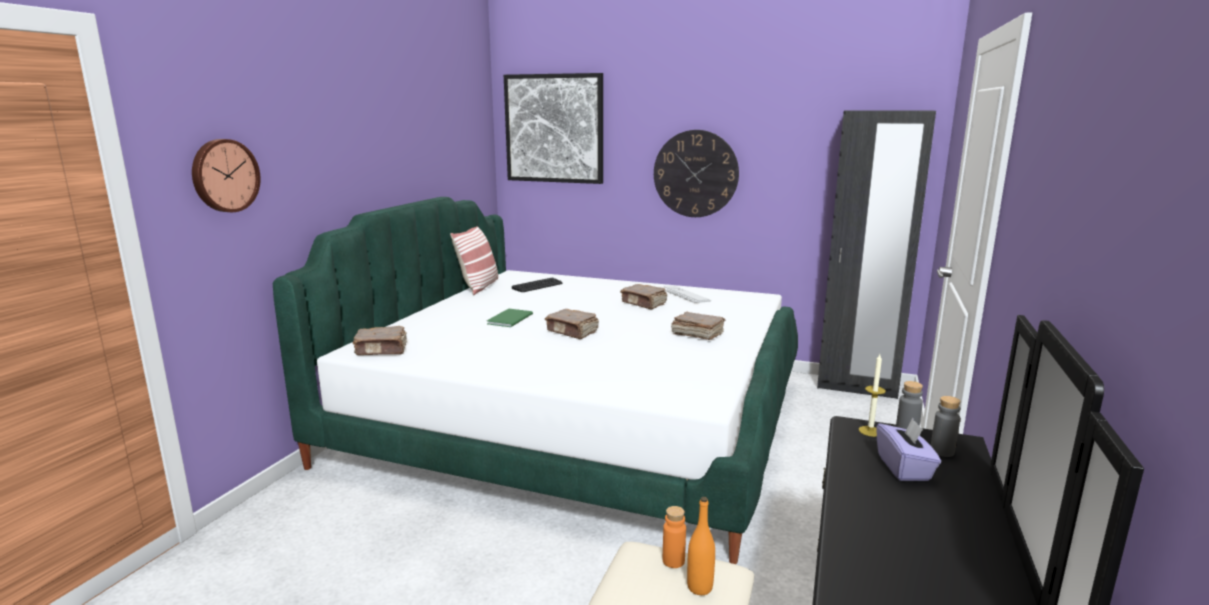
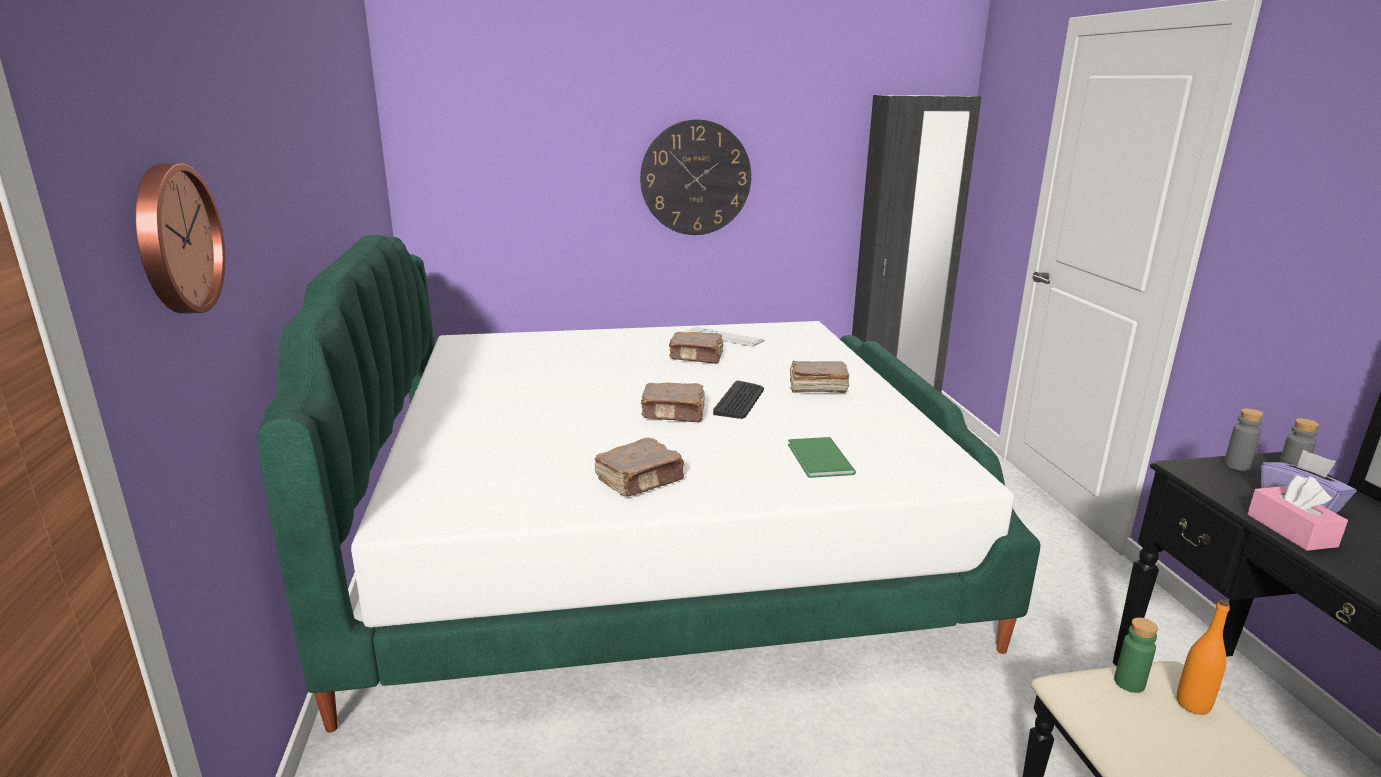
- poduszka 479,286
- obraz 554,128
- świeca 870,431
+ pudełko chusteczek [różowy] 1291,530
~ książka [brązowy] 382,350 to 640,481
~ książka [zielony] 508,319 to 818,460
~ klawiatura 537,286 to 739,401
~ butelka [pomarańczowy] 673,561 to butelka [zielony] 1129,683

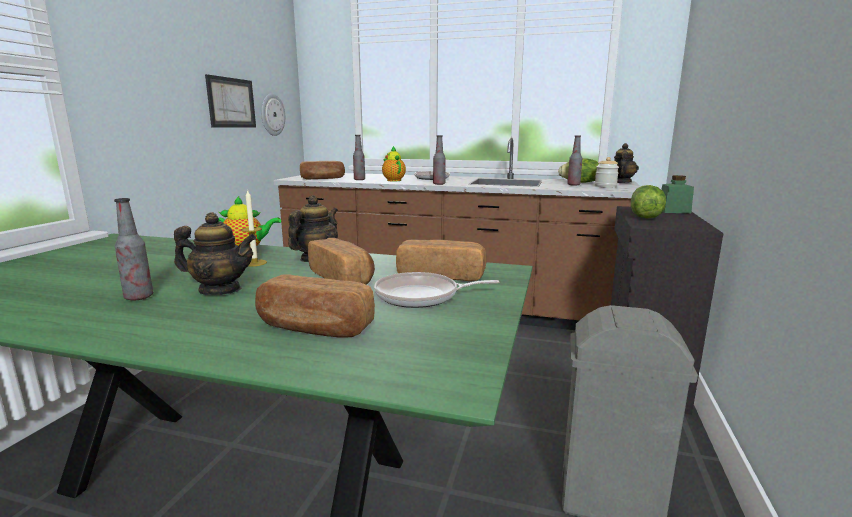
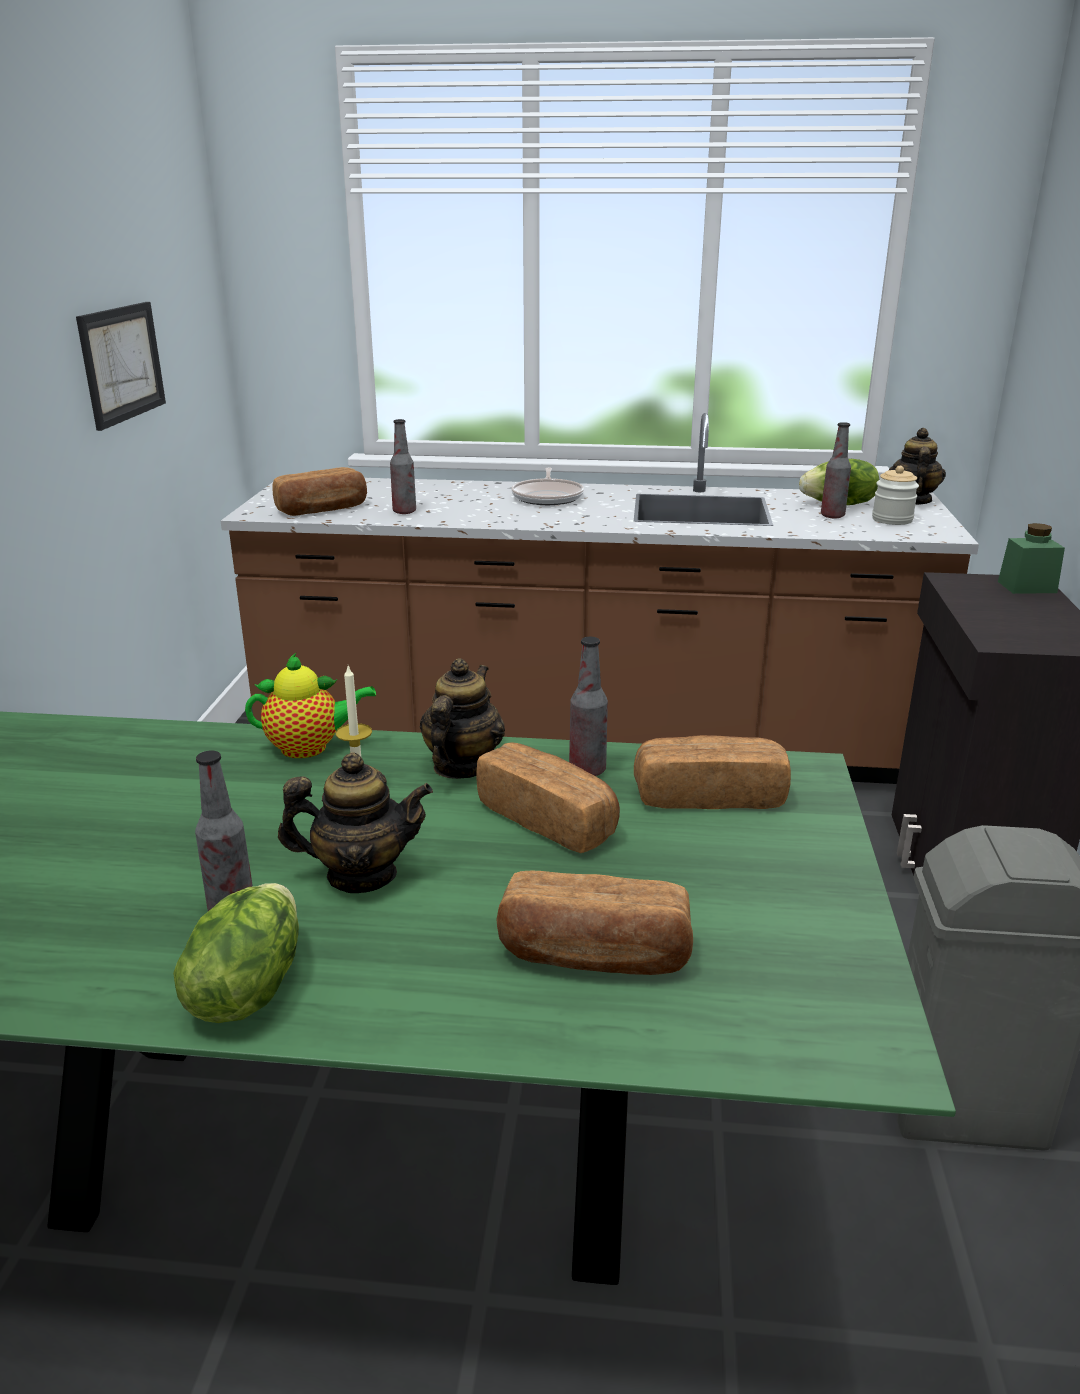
- zegar ścienny 272,114
- patelnia 421,296
- imbryk 393,180
~ butelka 439,184 to 587,770
~ sałata 644,217 to 247,988

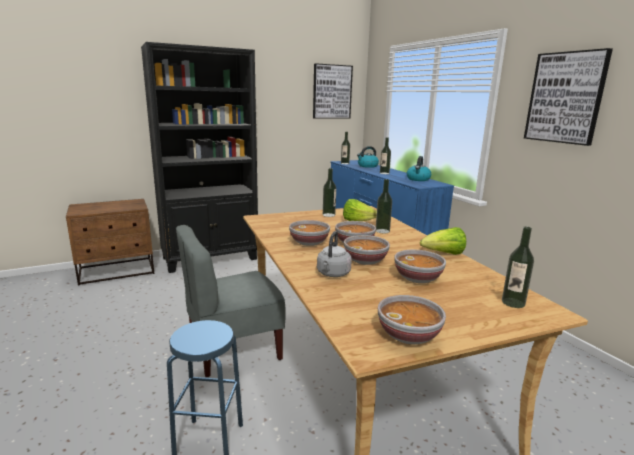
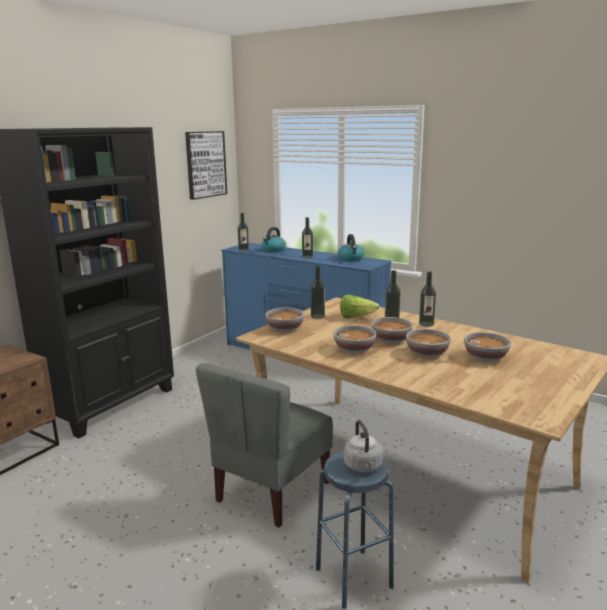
- sałata 443,254
- obraz 565,98
~ czajnik [szary] 333,274 to 363,467
~ miska 409,335 to 285,329
~ butelka 513,303 to 426,324

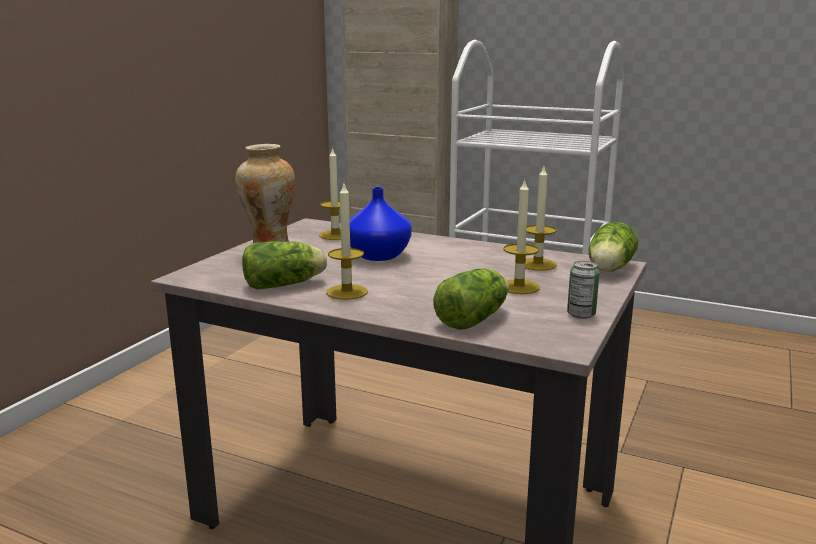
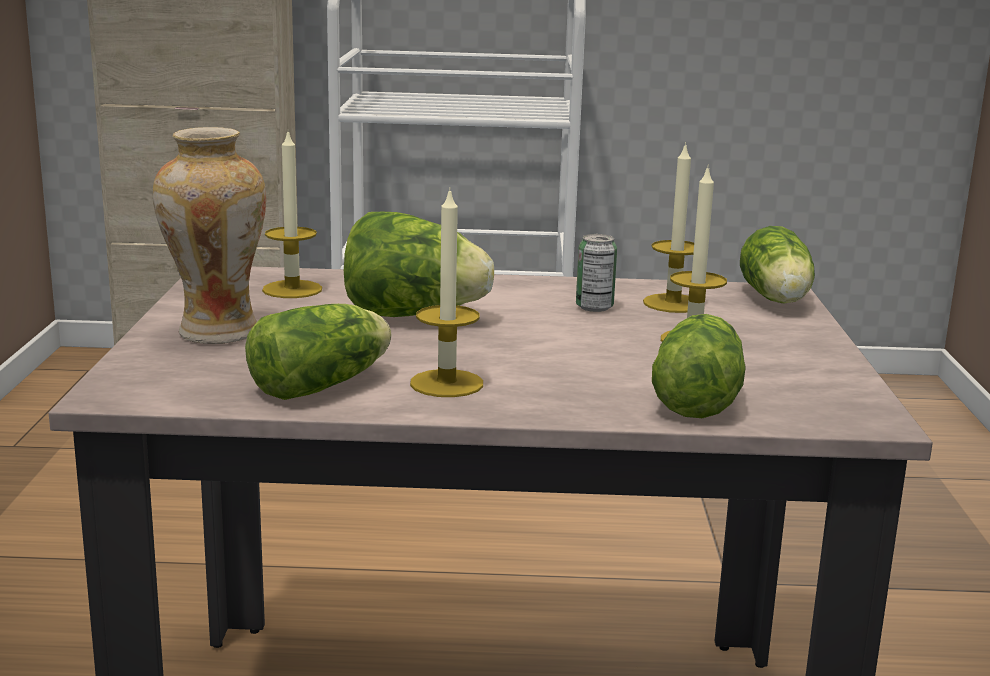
~ puszka 581,314 to 594,307
~ wazon [niebieski] 378,255 to sałata 413,316

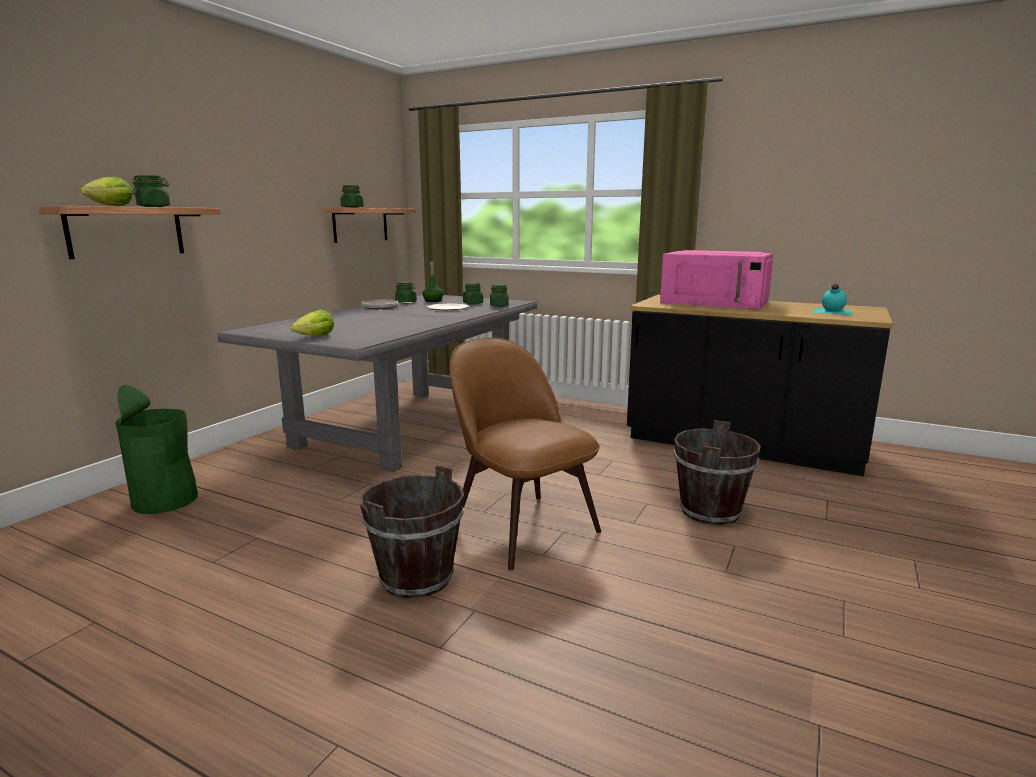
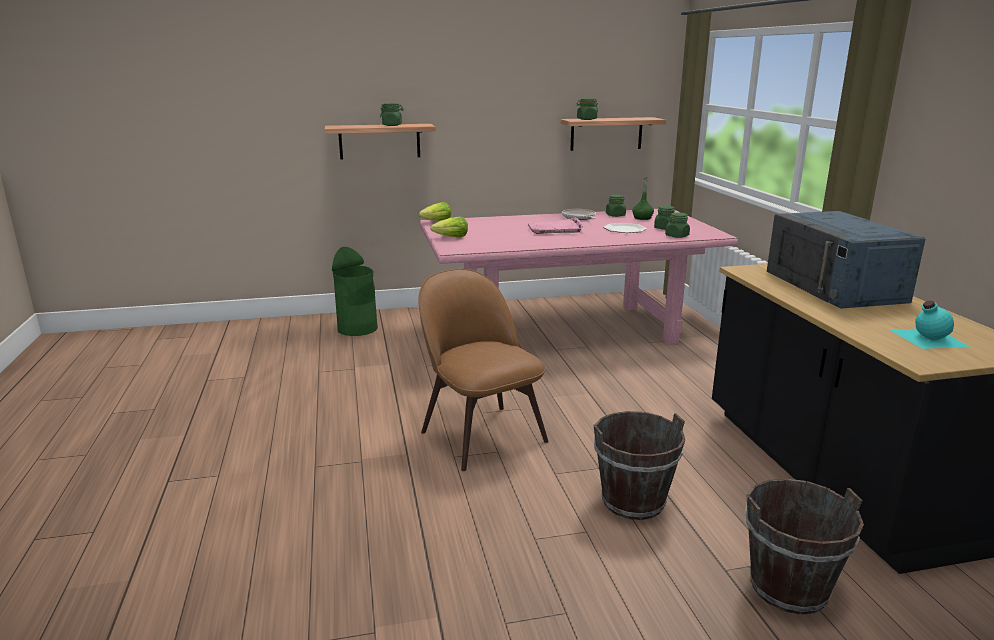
+ taca [różowy] 555,229
~ sałata 111,206 to 437,221
~ wiadro [brązowy] 416,578 to 788,588
~ stół jadalny [szary] 408,425 to stół jadalny [różowy] 566,331
~ mikrofalówka [różowy] 715,302 to mikrofalówka [niebieski] 835,286
~ krzesło [brązowy] 521,526 = 481,434 45 degrees counterclockwise

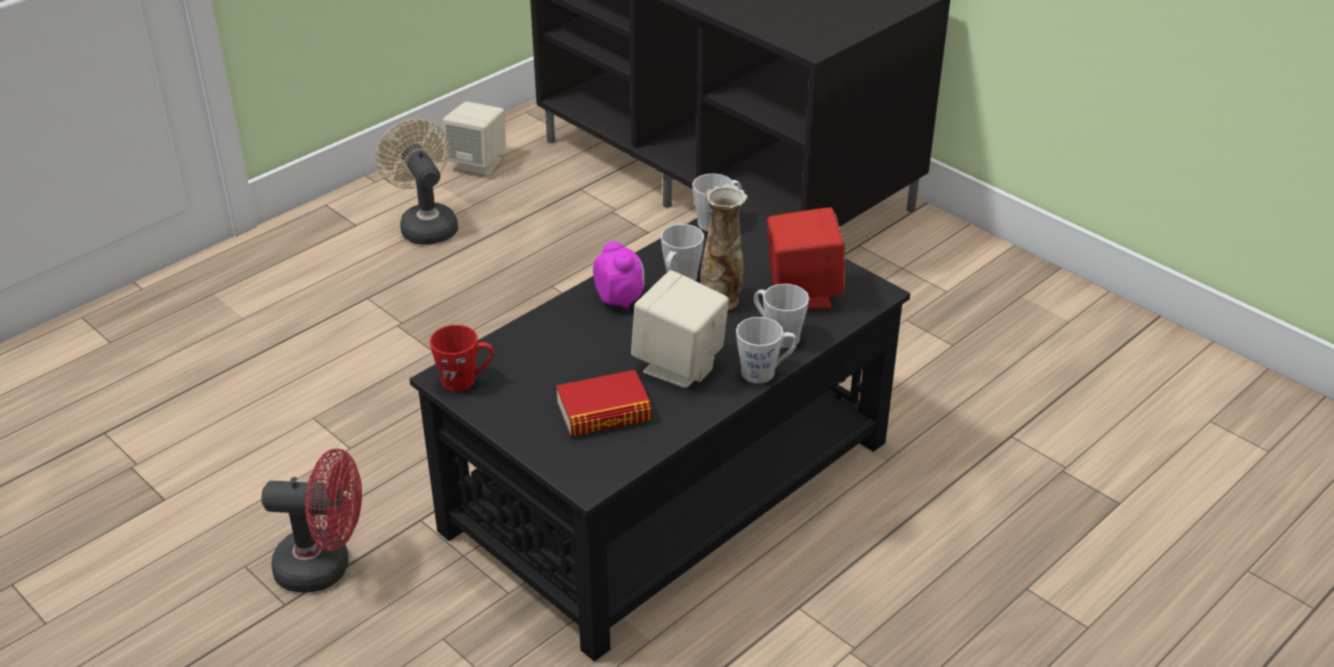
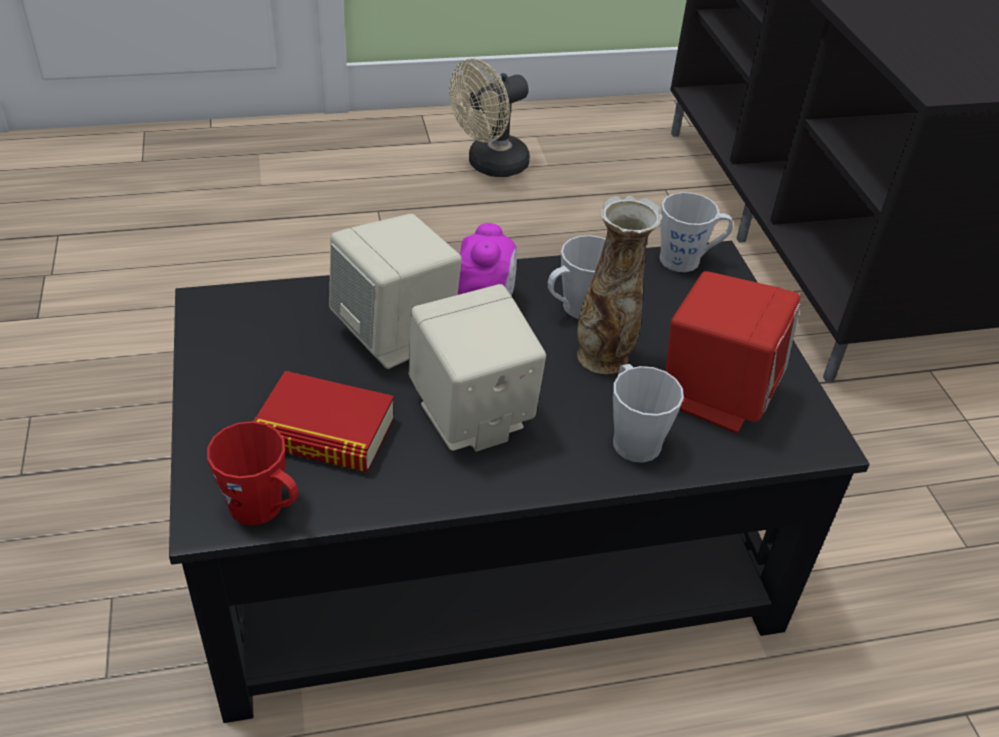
- wentylator [czerwony] 325,567
- kubek [szary] 764,372
~ kubek [czerwony] 465,380 to 264,509
~ głośnik [beżowy] 478,163 to 396,335
~ wentylator [beżowy] 425,224 = 490,166 135 degrees counterclockwise

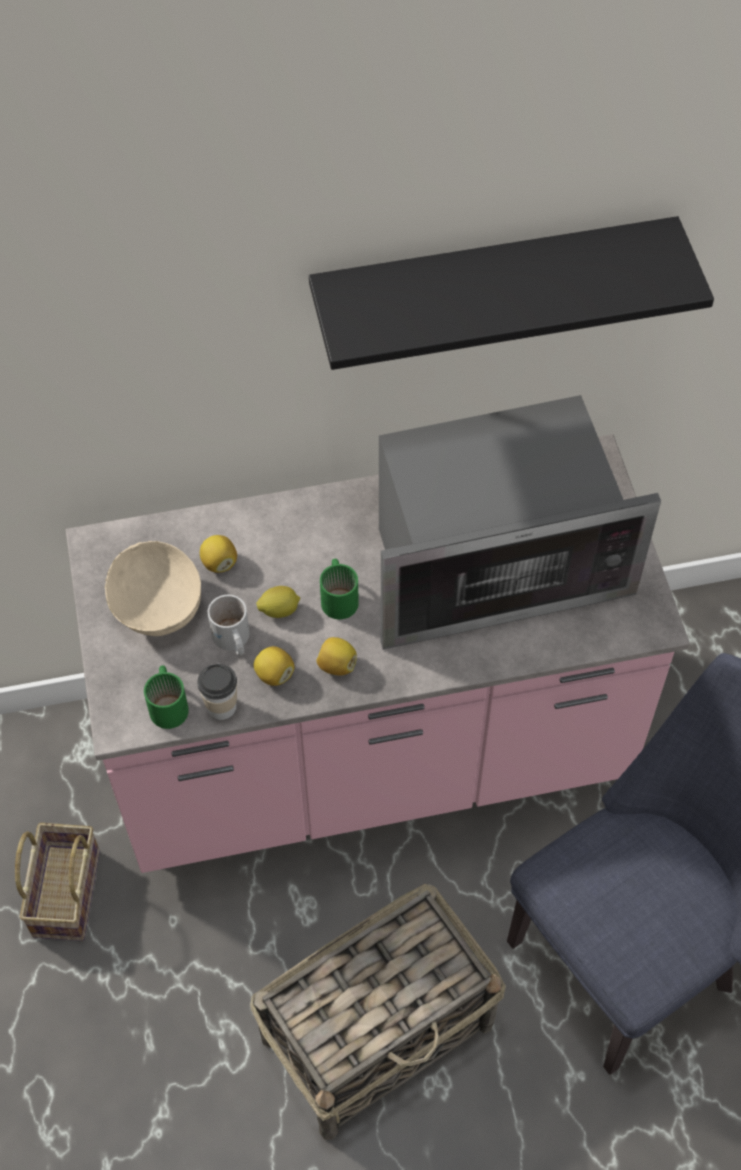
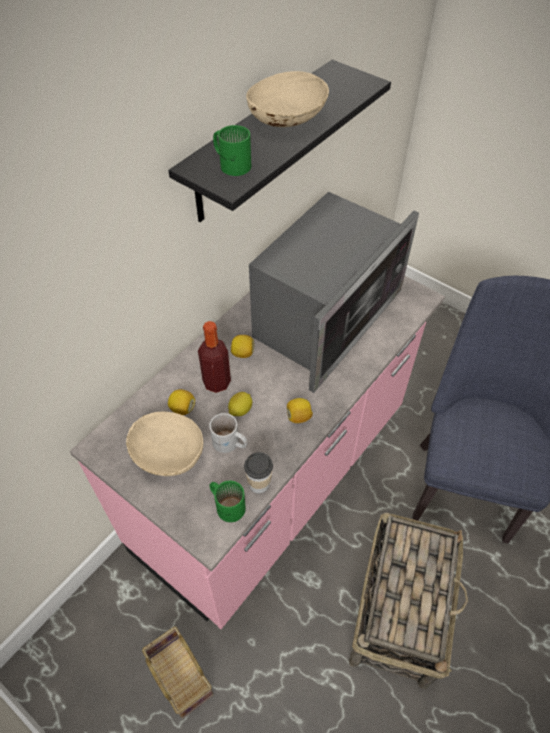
+ butelka 217,382
+ miska [beżowy] 287,121
~ cytryna 274,674 to 243,353
~ kubek [zielony] 340,596 to 232,163

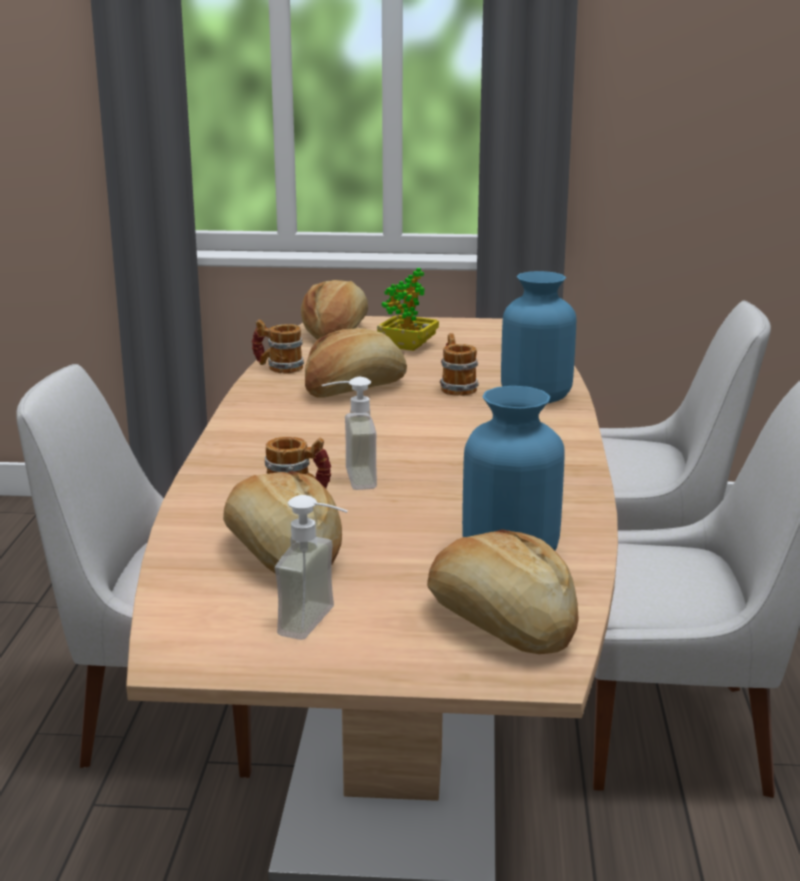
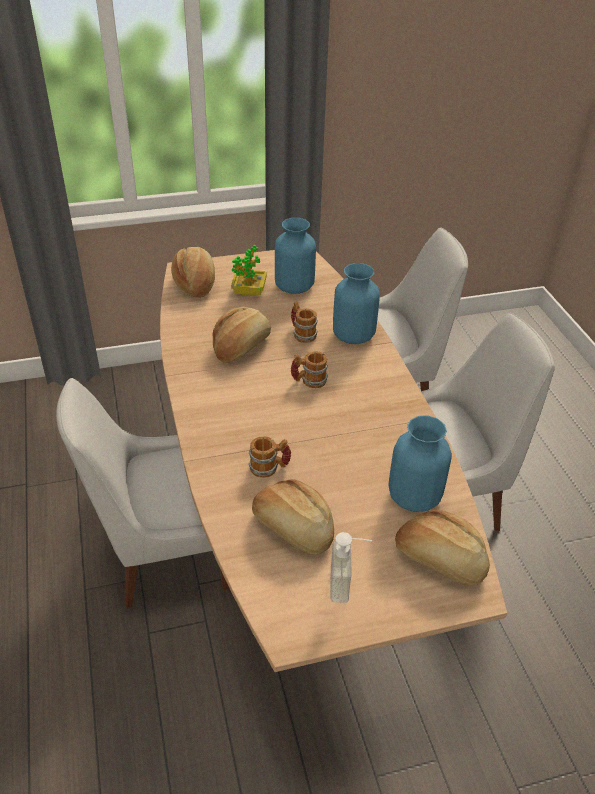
- dozownik mydła 348,479
+ wazon [niebieski] 294,286
~ kubek 278,367 to 309,381

